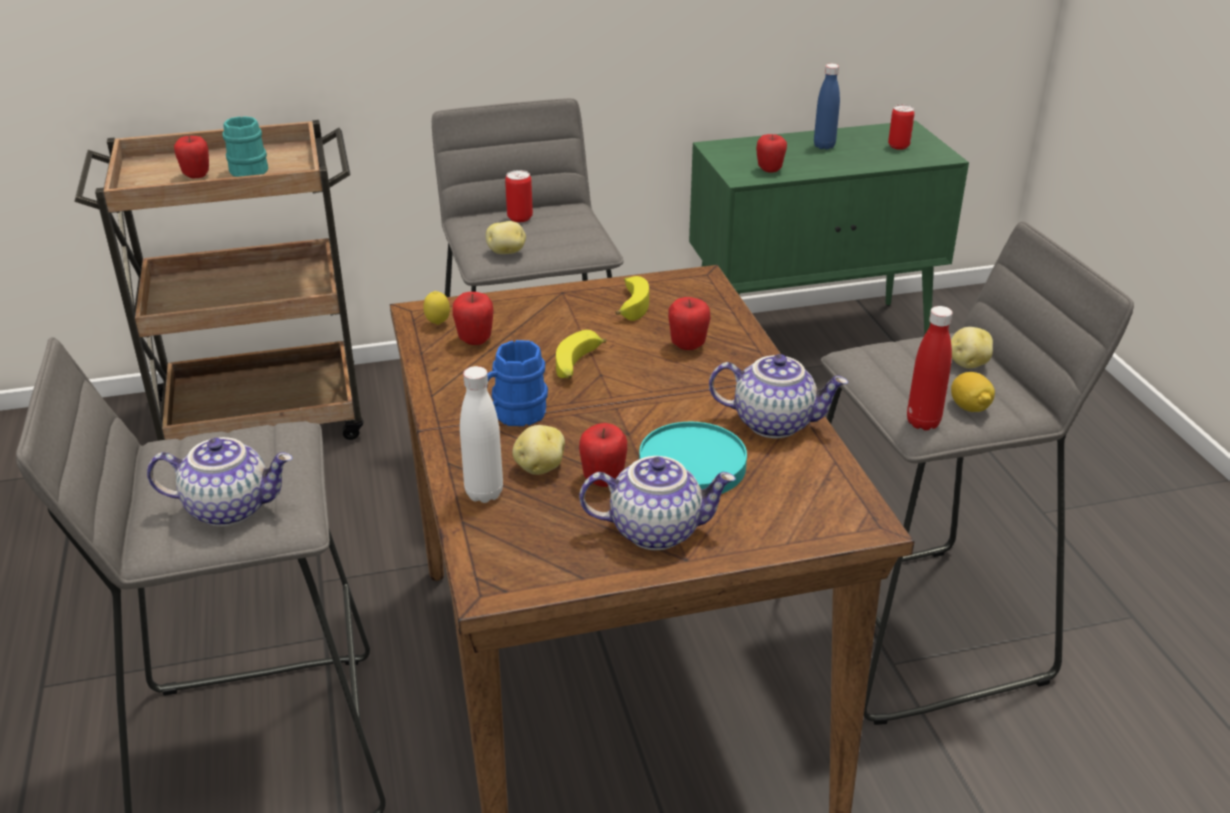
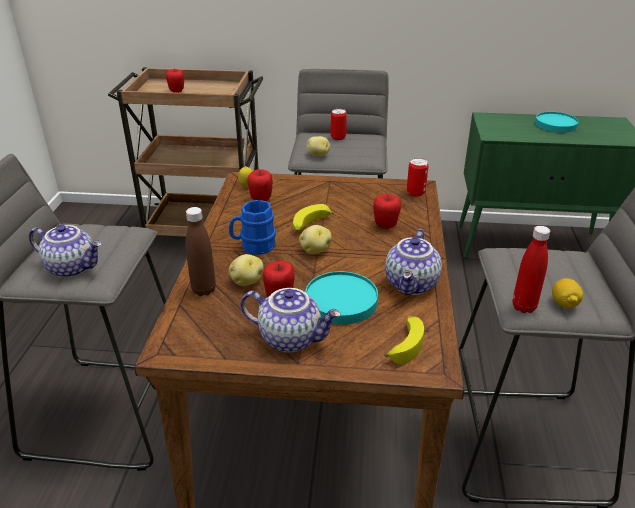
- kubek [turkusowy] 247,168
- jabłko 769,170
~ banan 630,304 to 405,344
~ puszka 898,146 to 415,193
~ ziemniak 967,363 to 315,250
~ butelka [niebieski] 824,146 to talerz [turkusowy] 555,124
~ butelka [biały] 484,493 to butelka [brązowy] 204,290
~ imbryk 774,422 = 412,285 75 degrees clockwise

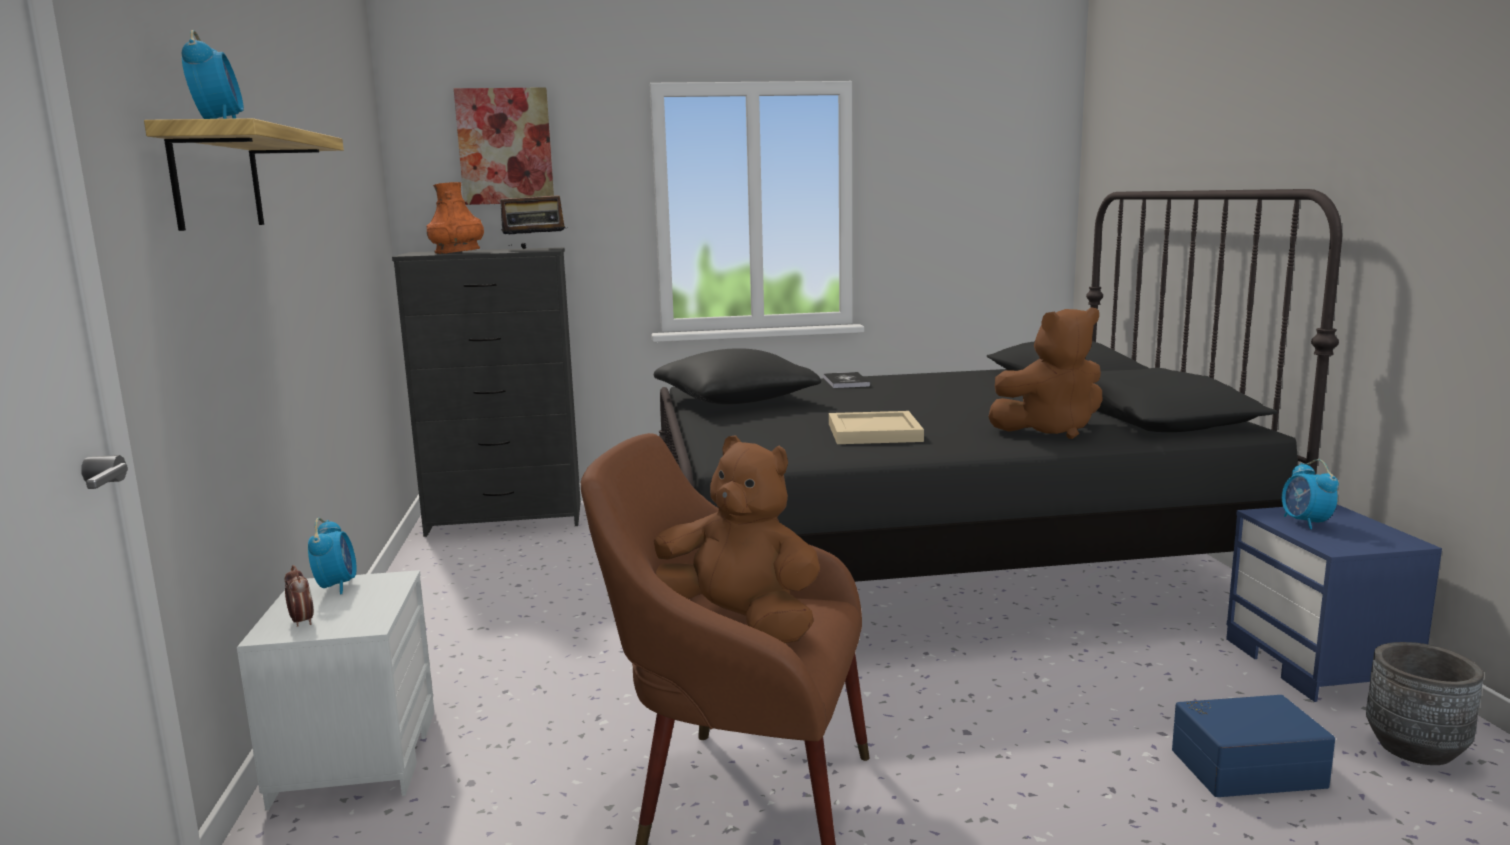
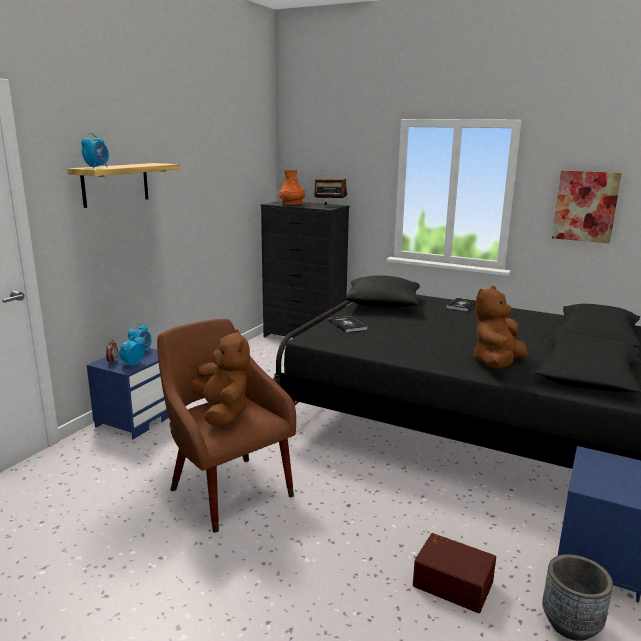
- taca [beżowy] 873,433
+ książka 347,325
~ obraz 505,146 to 585,206
~ budzik 1305,523 to 132,364
~ szafka nocna [biały] 354,756 to szafka nocna [niebieski] 136,419
~ pojemnik do przechowywania [niebieski] 1245,766 to pojemnik do przechowywania [brązowy] 453,582
~ pluszak [brązowy] 1050,430 = 496,364 105 degrees clockwise

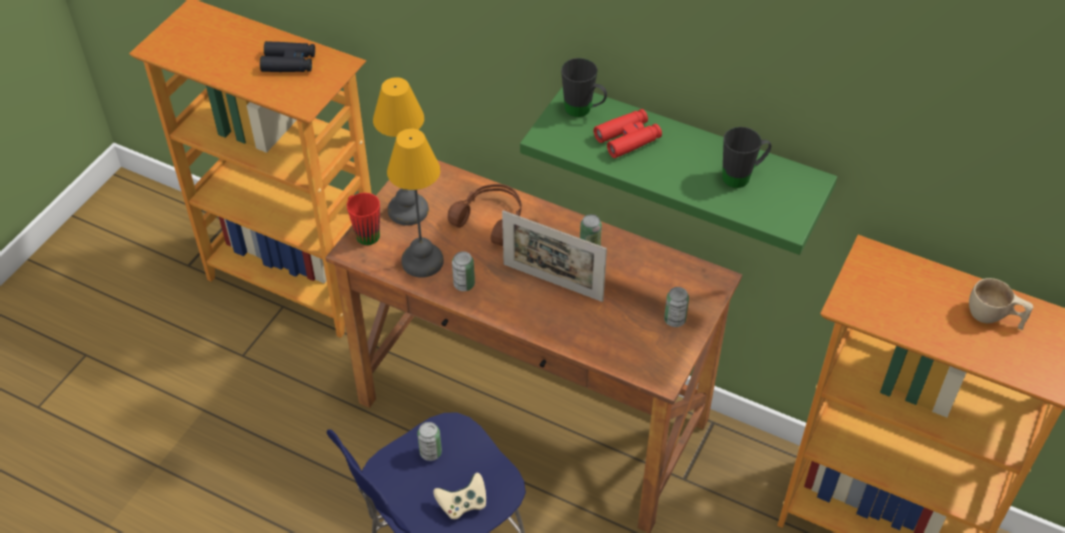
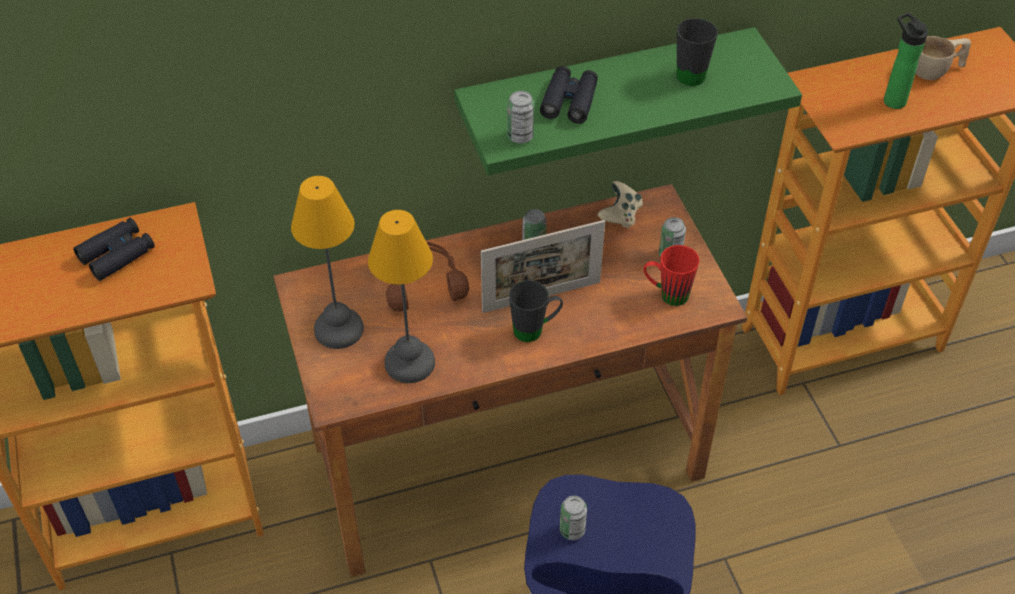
+ butelka 892,99
~ kubek [czerwony] 364,232 to 667,294
~ pad do gier [beżowy] 462,504 to 620,215
~ puszka 464,284 to 520,136
~ kubek [czarny] 584,111 to 535,330
~ lornetka [czerwony] 627,138 to lornetka [czarny] 569,101

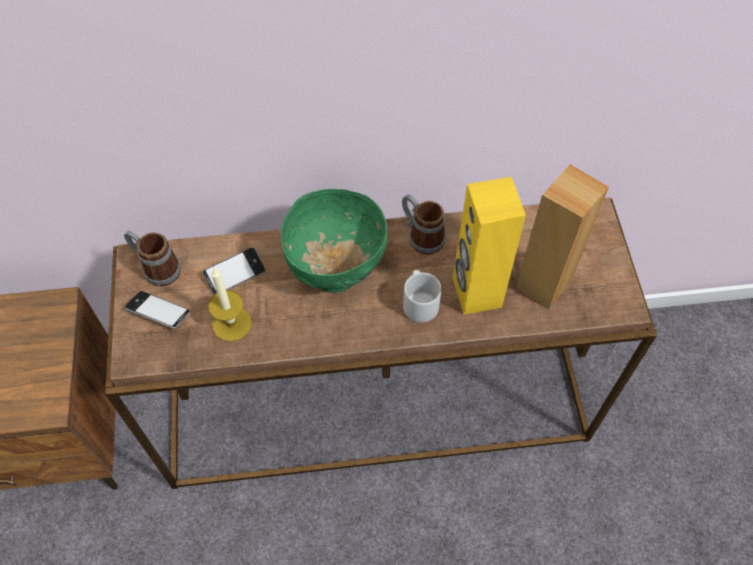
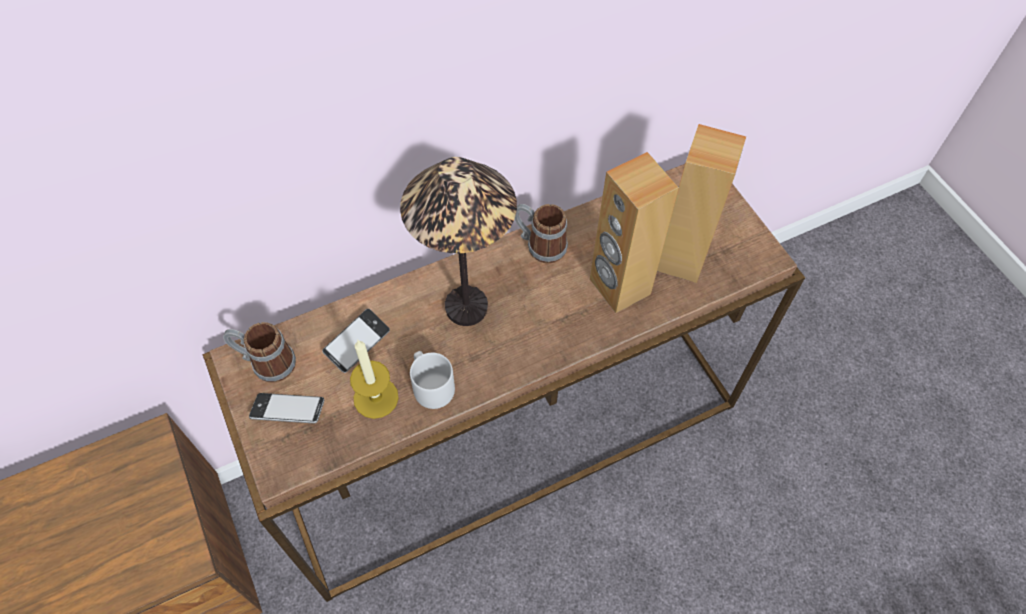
~ kubek [szary] 419,303 to 431,386
~ miska [zielony] 336,272 to lampa stołowa 466,309
~ głośnik [żółty] 476,293 to głośnik [brązowy] 619,287

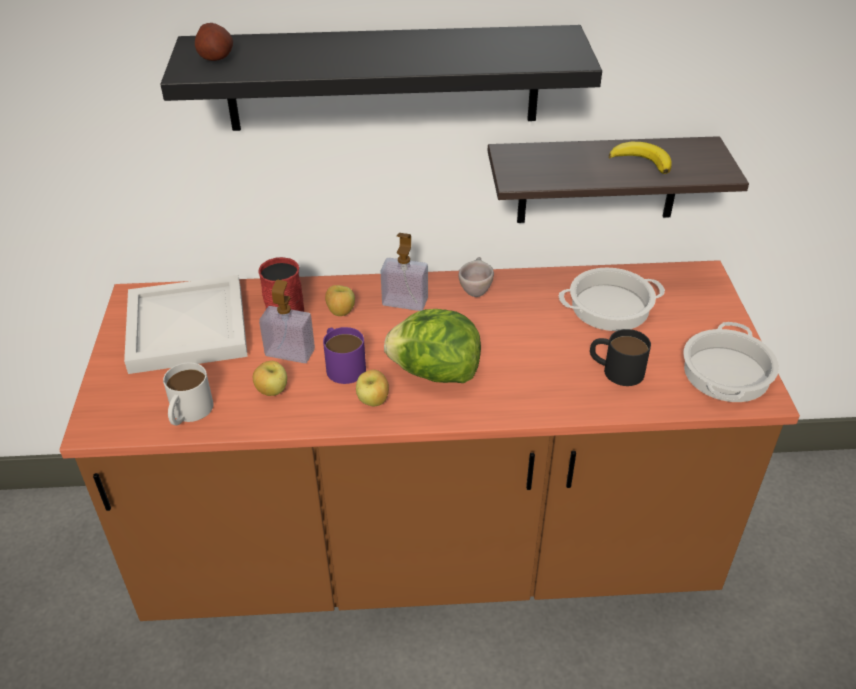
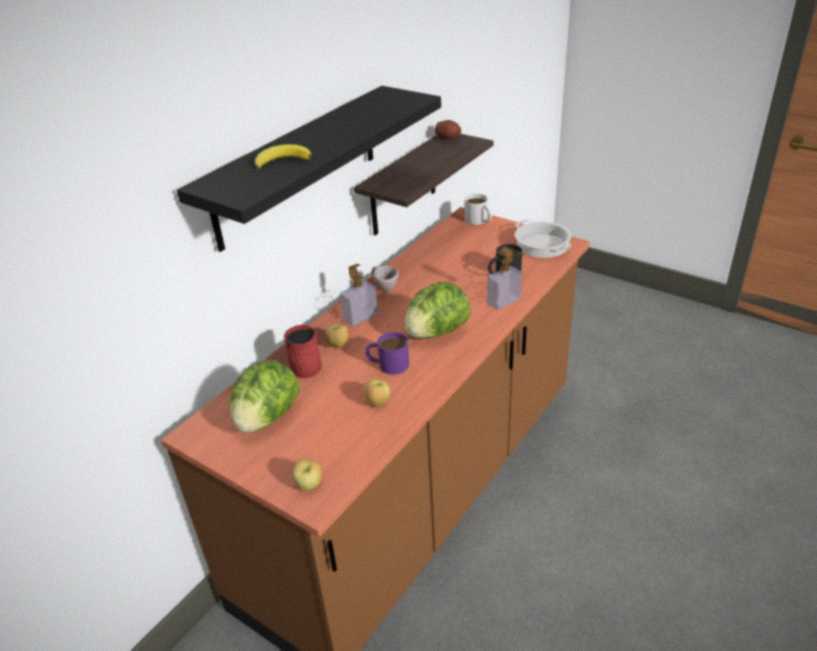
- garnek 610,306
~ kubek [biały] 188,413 to 479,221
~ ziemniak 216,57 to 448,138
~ dozownik mydła 290,352 to 503,301
~ jabłko 373,401 to 309,485
~ banan 642,161 to 282,160
~ taca [biały] 189,329 to sałata 267,418

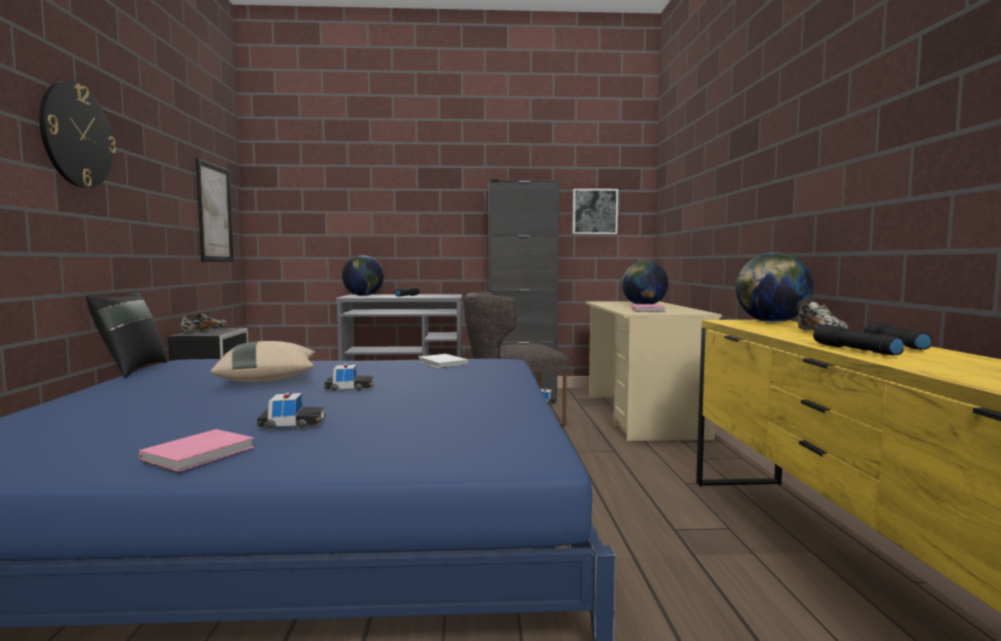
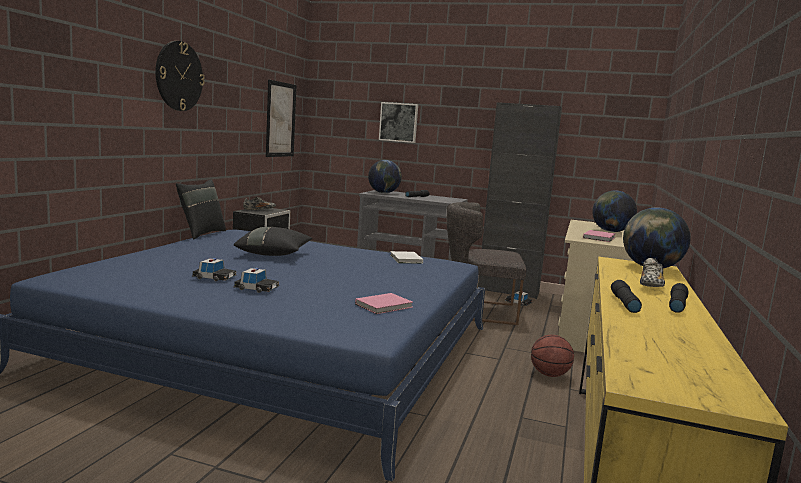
+ piłka do koszykówki 549,374
~ książka [różowy] 202,453 to 385,306
~ samochodzik 349,388 to 214,277
~ obraz 594,211 to 398,122
~ poduszka [beżowy] 268,379 to poduszka [czarny] 274,254

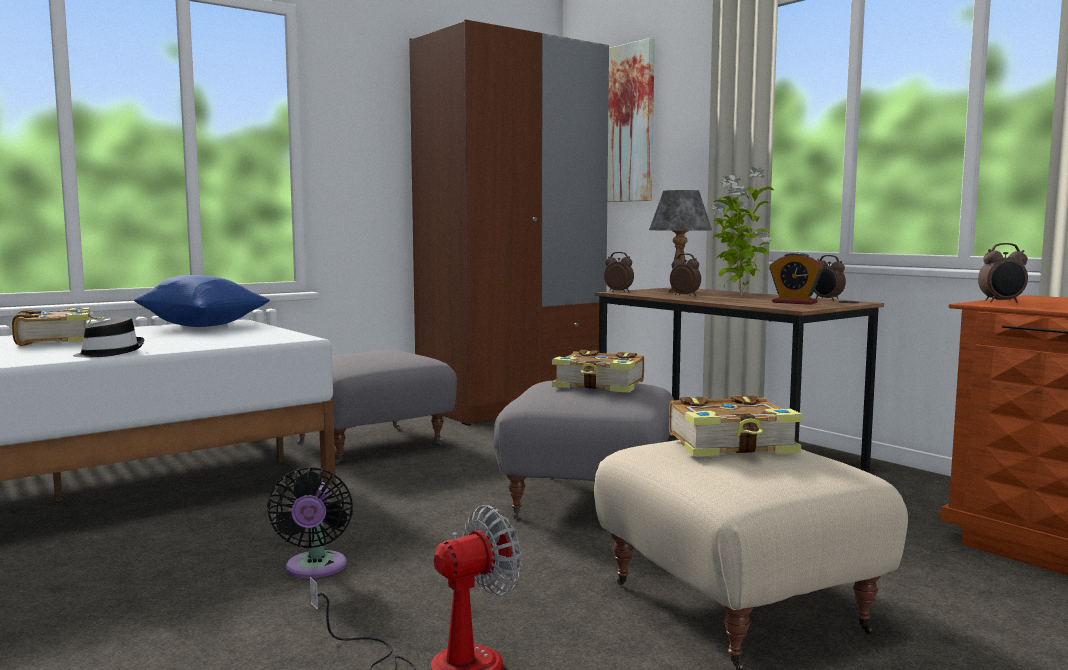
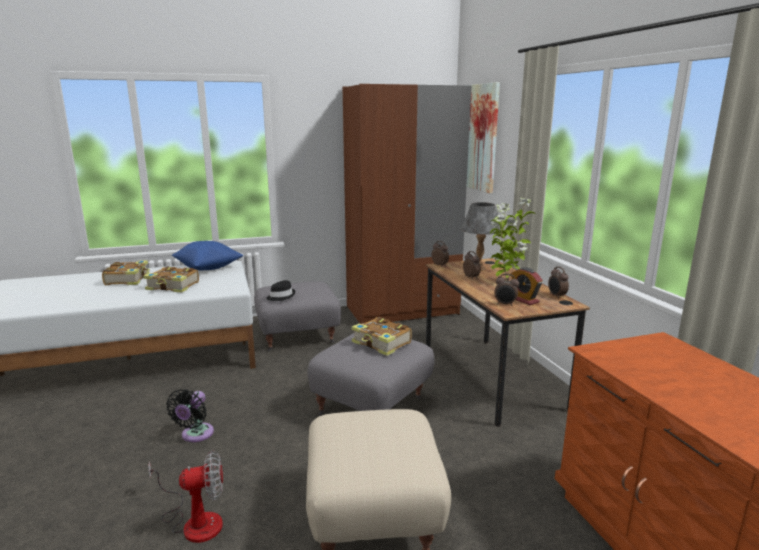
~ kapelusz [czarny] 109,352 to 281,296
~ książka 733,445 to 173,286
~ budzik 1002,302 to 505,304

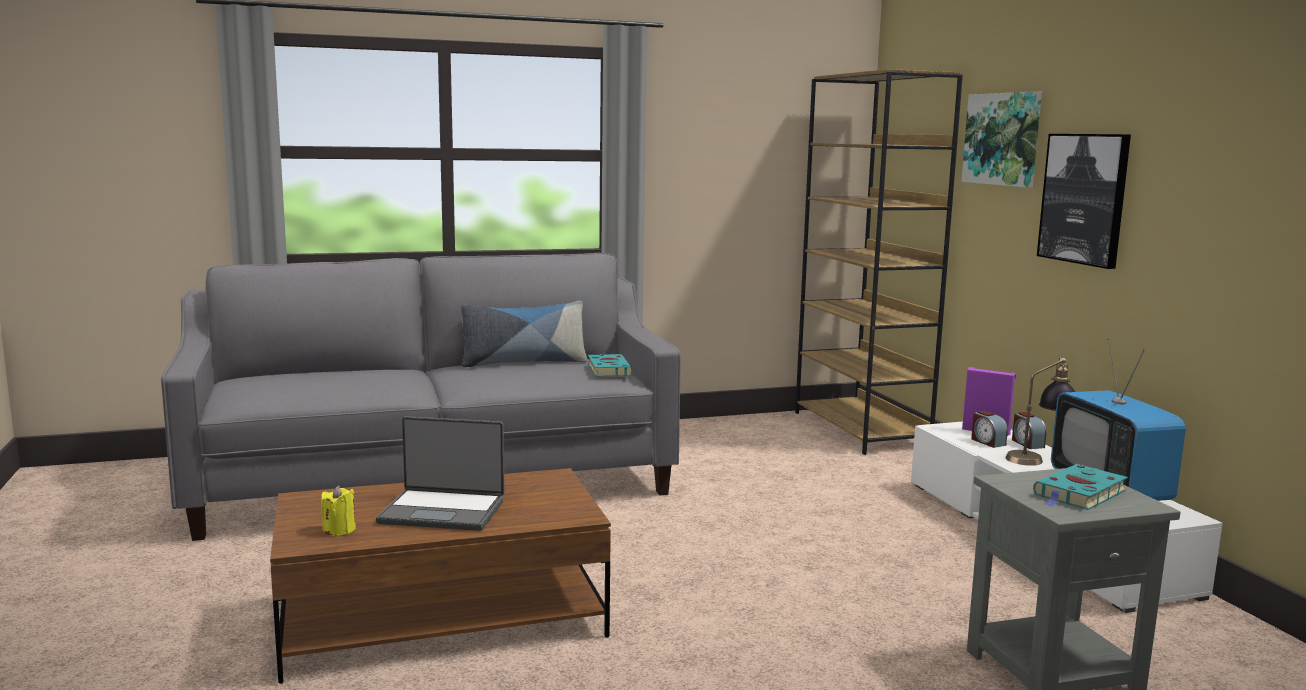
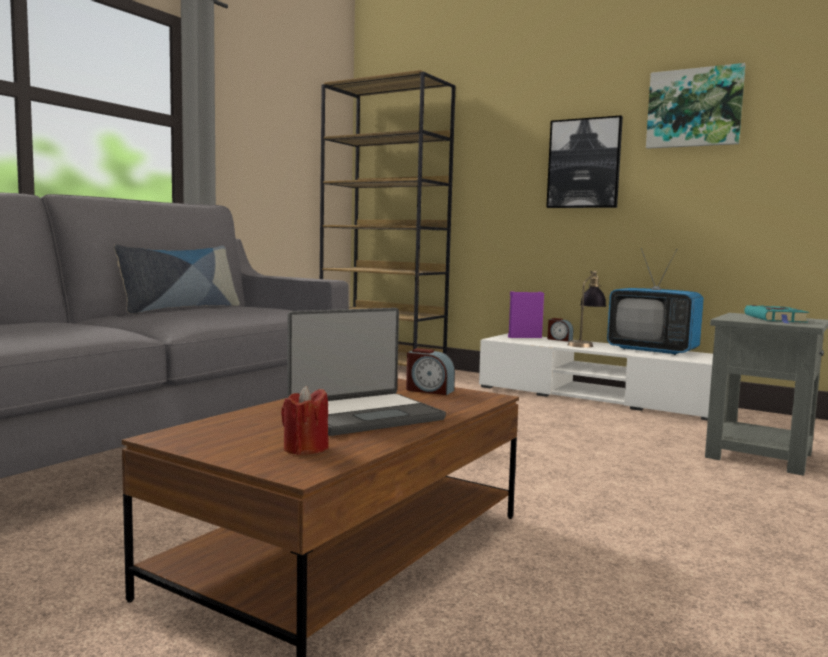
- książka [turkusowy] 608,369
~ obraz 1003,139 to 694,108
~ budzik 987,442 to 429,390
~ świeca [żółty] 339,530 to świeca [czerwony] 305,449

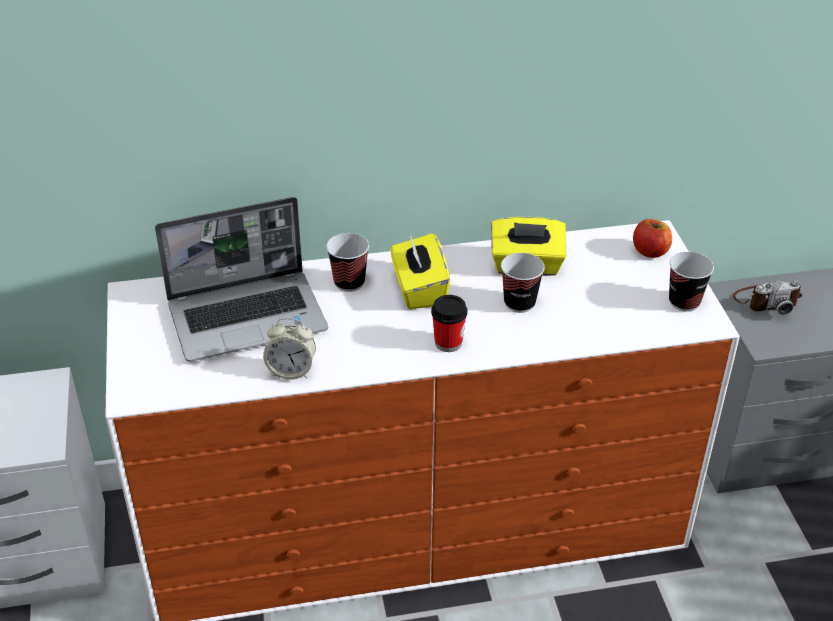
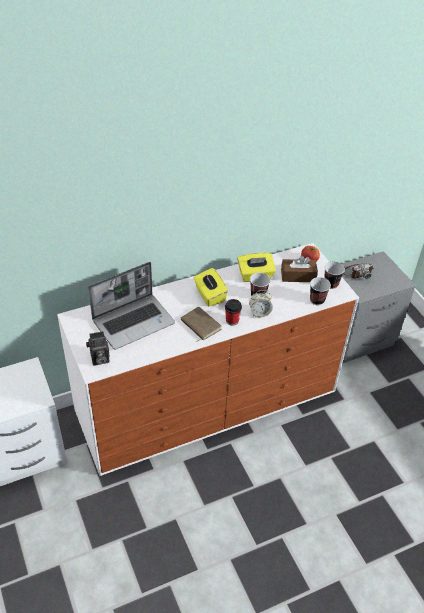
+ aparat fotograficzny 99,359
+ książka [brązowy] 199,325
+ pudełko chusteczek [brązowy] 298,276
~ budzik 291,371 to 259,313
~ filiżanka 349,282 to 317,300

